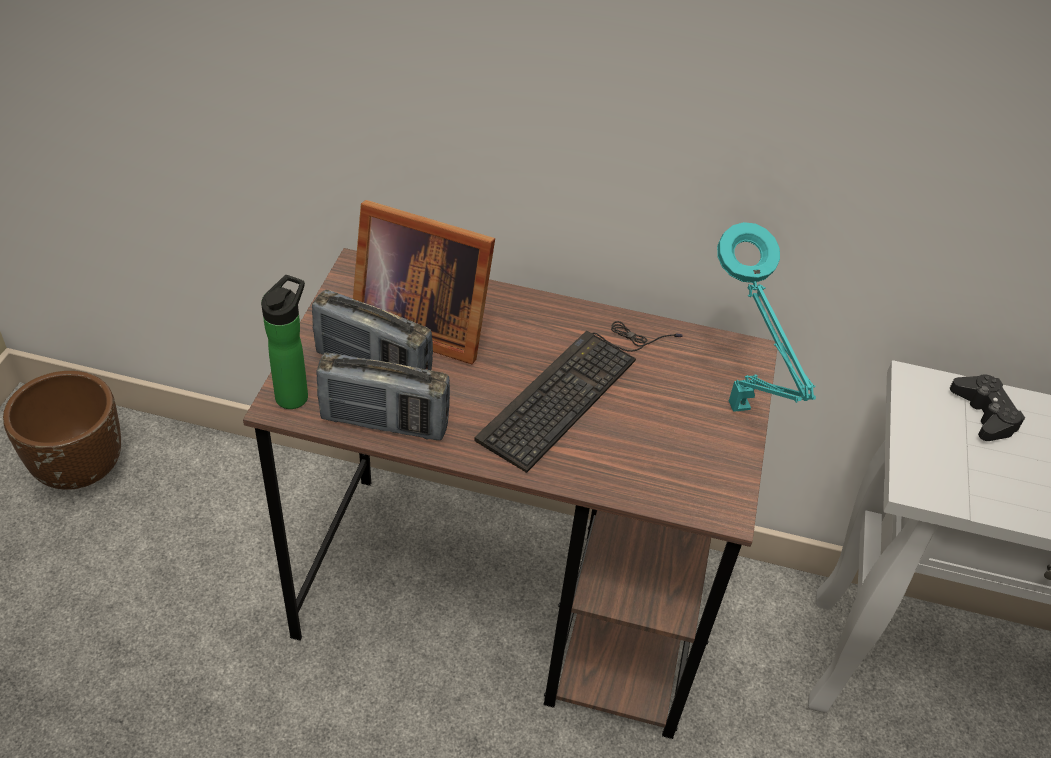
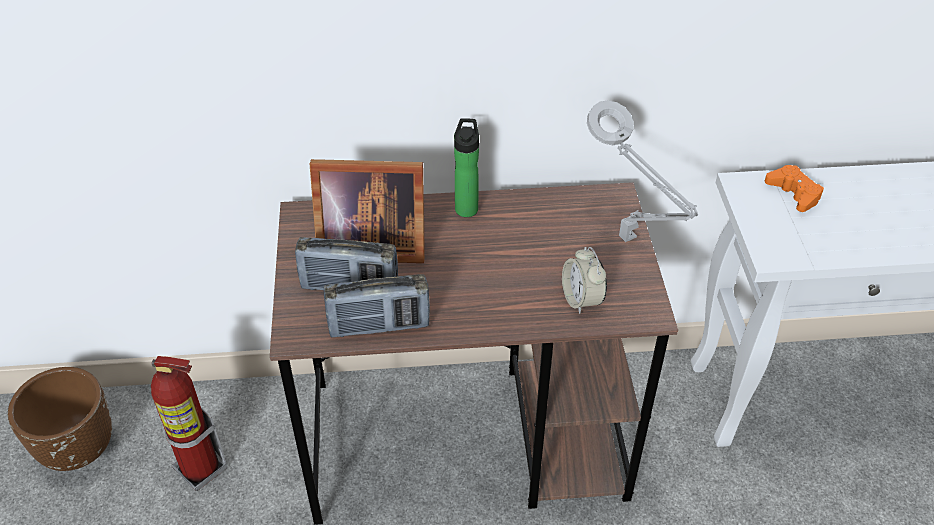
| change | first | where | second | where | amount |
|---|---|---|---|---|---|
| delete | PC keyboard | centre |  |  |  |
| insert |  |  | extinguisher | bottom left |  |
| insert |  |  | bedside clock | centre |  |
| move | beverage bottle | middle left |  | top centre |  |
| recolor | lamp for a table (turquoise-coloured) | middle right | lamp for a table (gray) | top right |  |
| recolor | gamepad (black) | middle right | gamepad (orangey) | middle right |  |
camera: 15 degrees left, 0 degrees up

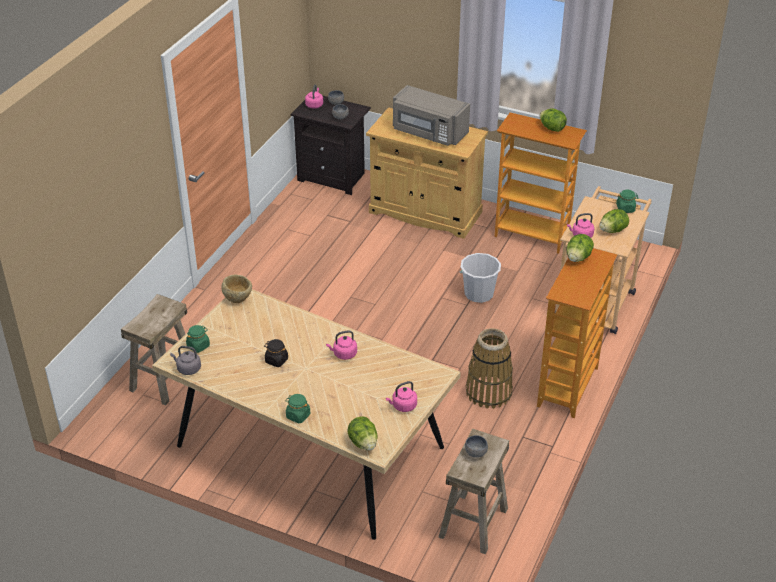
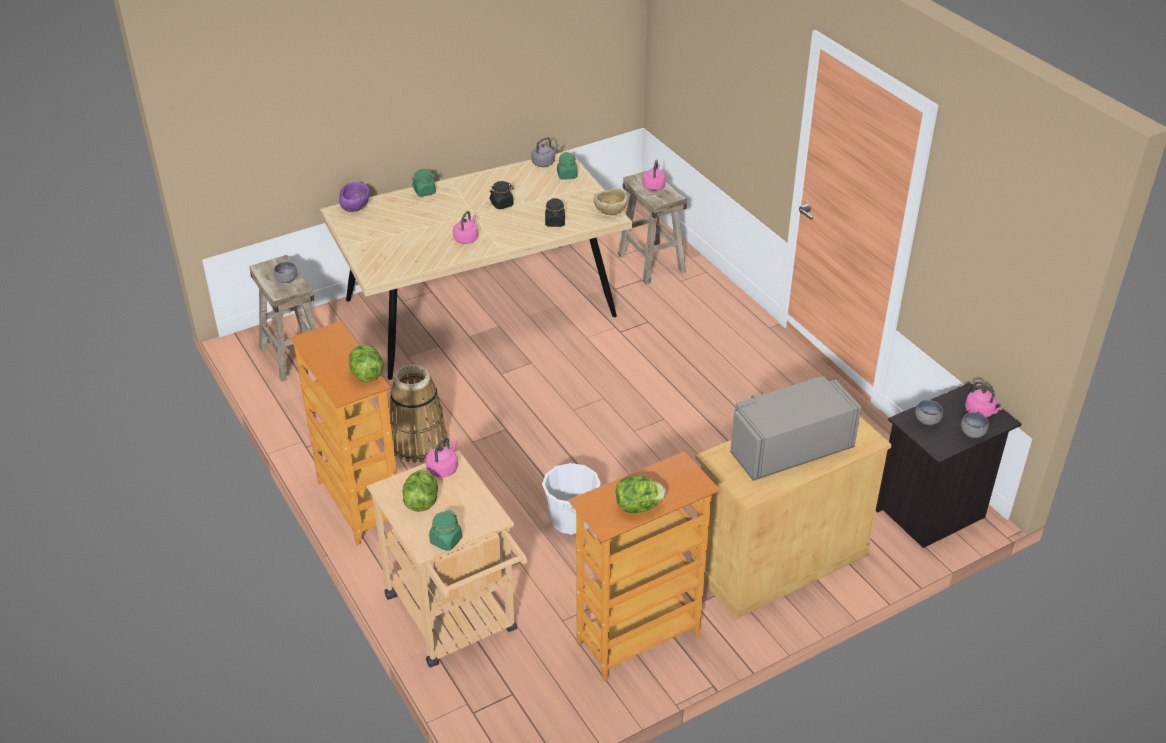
| change | first | where | second | where | amount |
|---|---|---|---|---|---|
| insert |  |  | jar (black) (2nd from left) | top centre |  |
| move | tea kettle (pink) (3rd from left) | bottom centre |  | top centre |  |
| replace | head of lettuce (1st from left) | bottom centre | deep dish (purple) | top left |  |
camera: 125 degrees right, 0 degrees up

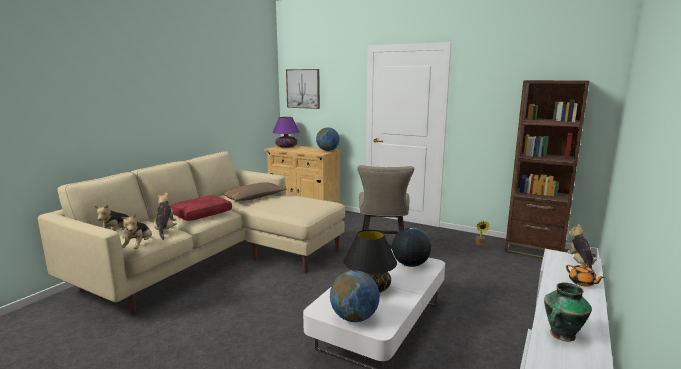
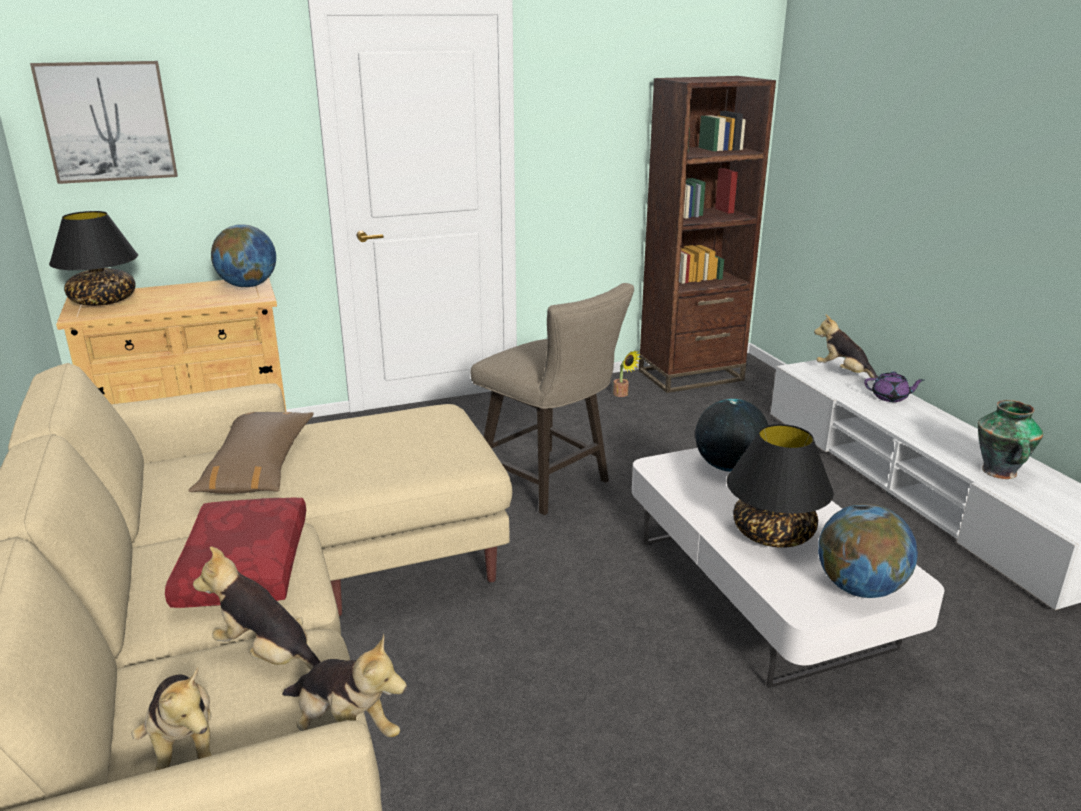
| change | first | where | second | where | amount |
|---|---|---|---|---|---|
| recolor | lamp for a table (purple) | centre | lamp for a table (black) (1st from left) | top left |  |
| recolor | tea pot (orangey) | bottom right | tea pot (purple) | middle right |  |
camera: 50 degrees left, 10 degrees up

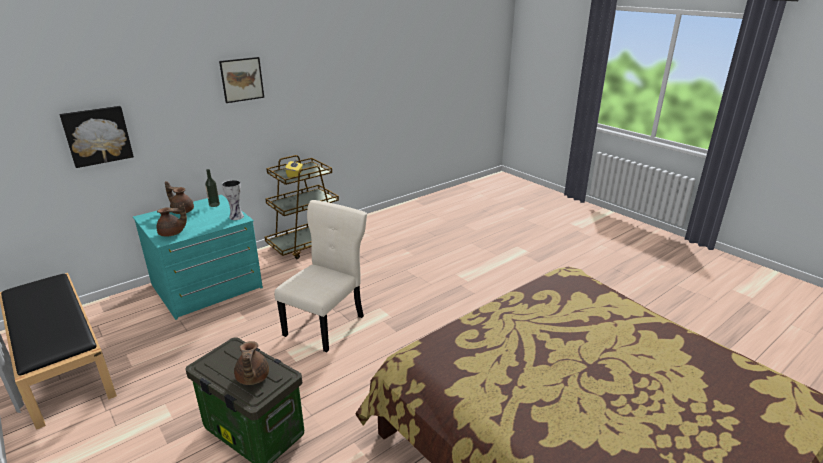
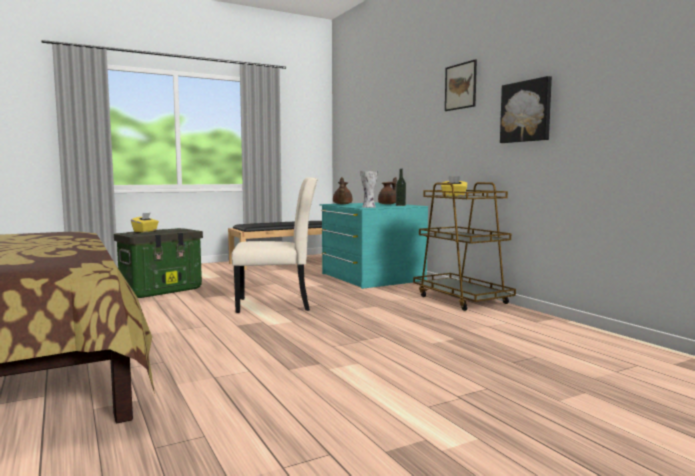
| change | first | where | second | where | amount |
|---|---|---|---|---|---|
| move | wall picture (1st from left in the first image) | top left | wall picture (2nd from left) | top right |  |
| replace | tea pot (brown-coloured) (3rd from left) | bottom left | box of tissues (yellowish) (1st from left) | middle left |  |
| rotate | chair (sand-coloured) | centre |  | centre | 45 degrees counterclockwise |
camera: 100 degrees right, 20 degrees down

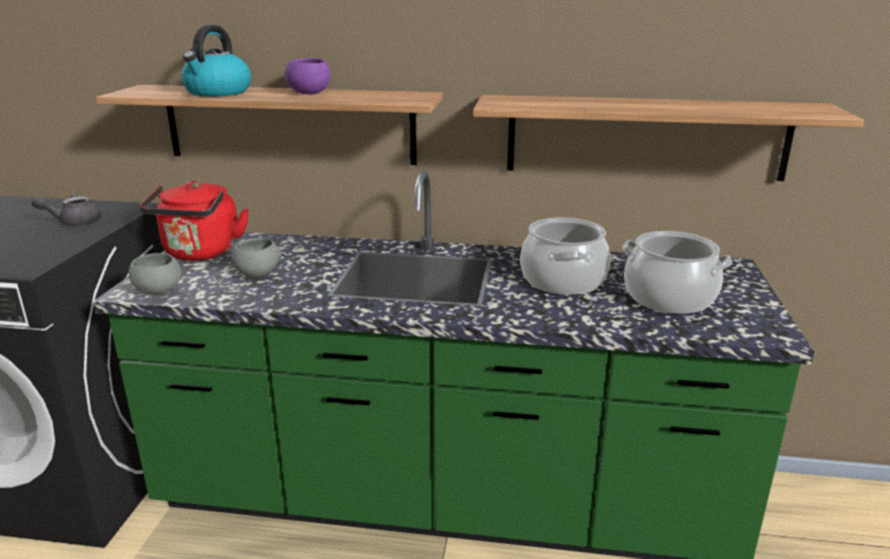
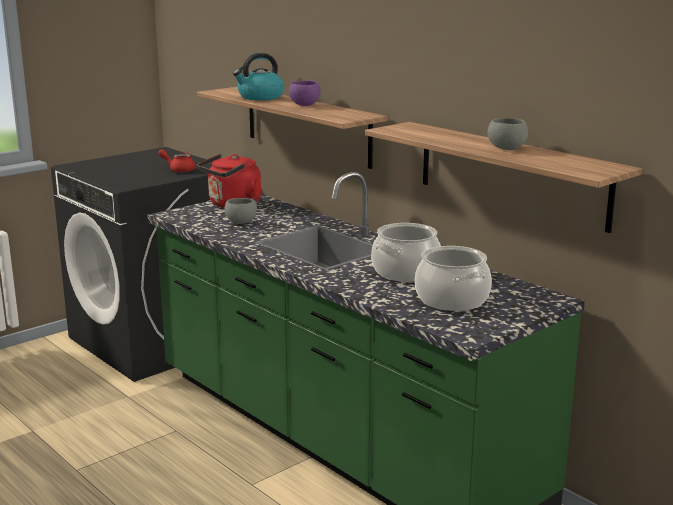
| change | first | where | second | where | amount |
|---|---|---|---|---|---|
| move | deep dish (gray) (1st from left in the first image) | middle left | deep dish (gray) (2nd from left) | top right |  |
| recolor | tea pot (gray) | middle left | tea pot (reddish) | top left |  |
camera: 40 degrees right, 5 degrees down

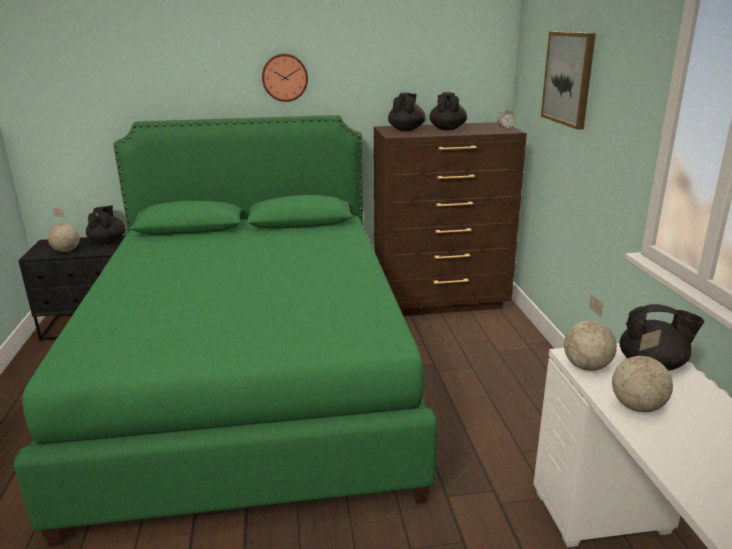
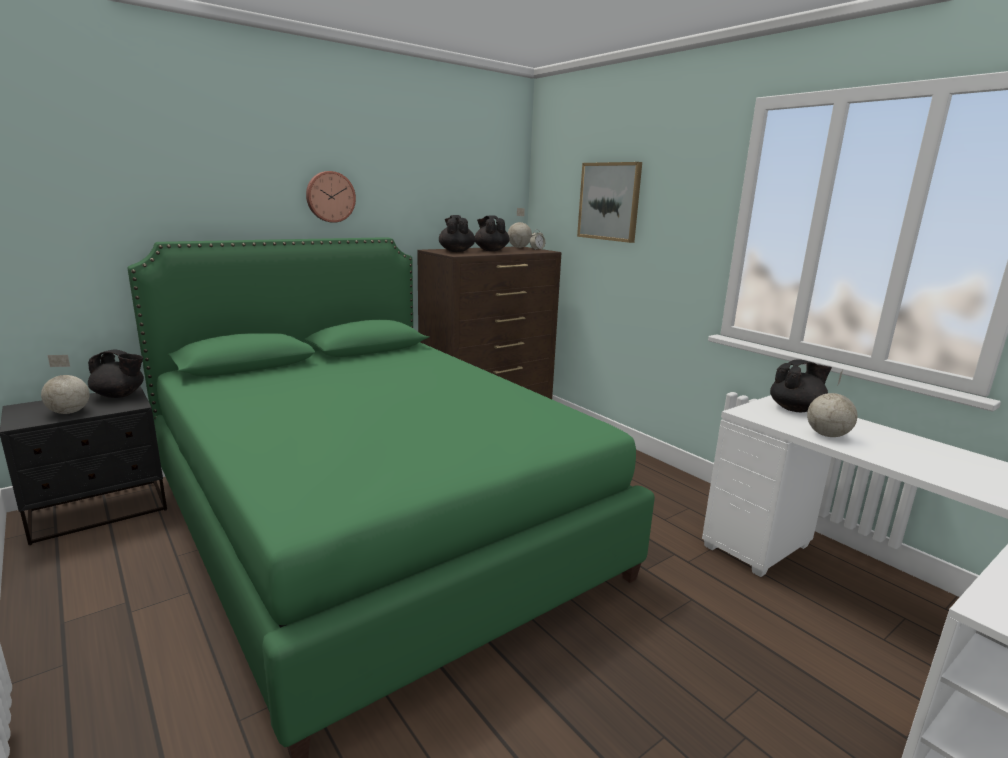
| change | first | where | second | where | amount |
|---|---|---|---|---|---|
| move | desk globe (2nd from left) | middle right |  | top centre |  |
| rotate | tea pot (black) (1st from left) | middle left |  | middle left | 135 degrees clockwise |
camera: 30 degrees left, 5 degrees down

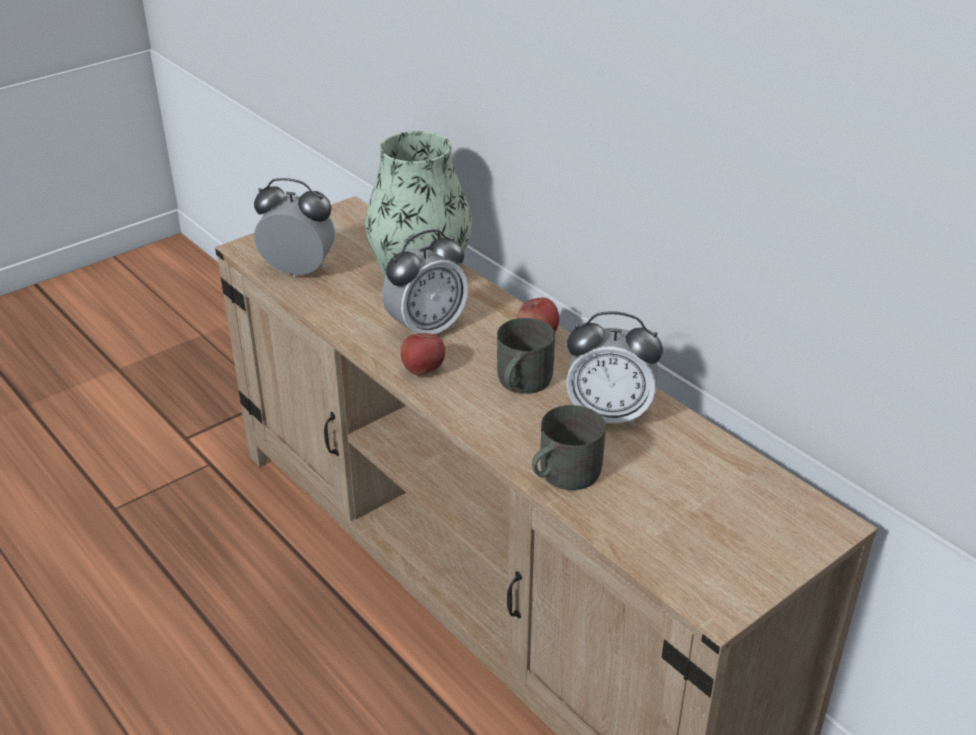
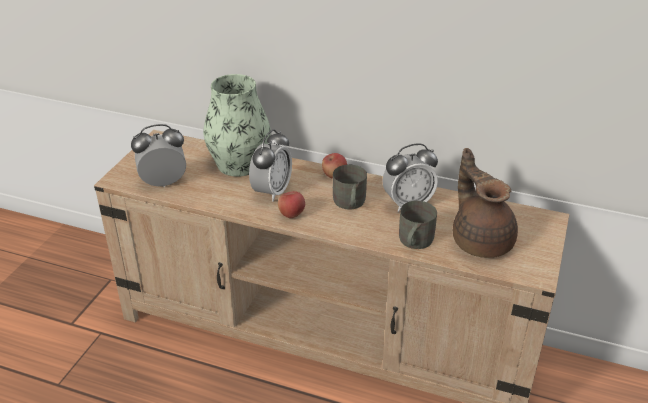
| change | first | where | second | where | amount |
|---|---|---|---|---|---|
| insert |  |  | tea pot (brown-coloured) | middle right |  |
camera: 30 degrees left, 0 degrees up

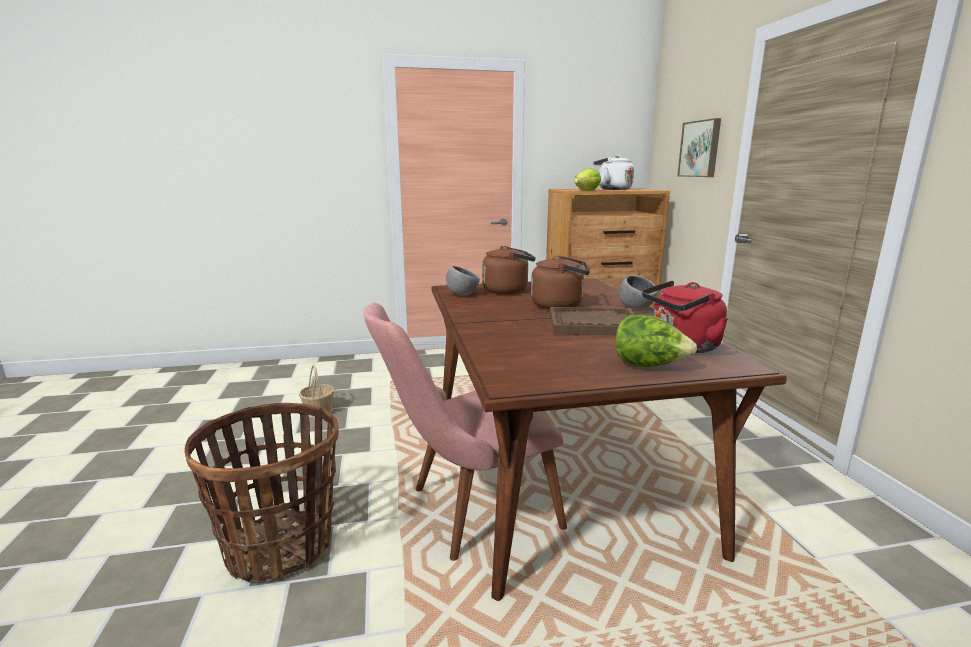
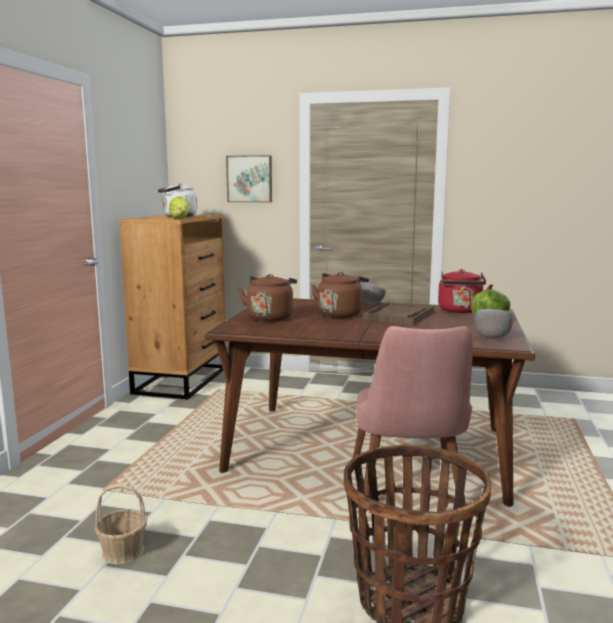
| change | first | where | second | where | amount |
|---|---|---|---|---|---|
| move | deep dish (gray) (1st from left in the first image) | centre | deep dish (gray) (2nd from left) | middle right |  |
camera: 65 degrees left, 5 degrees down

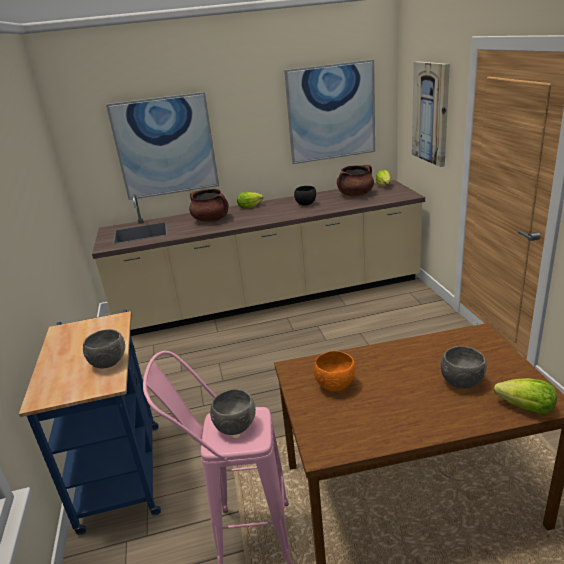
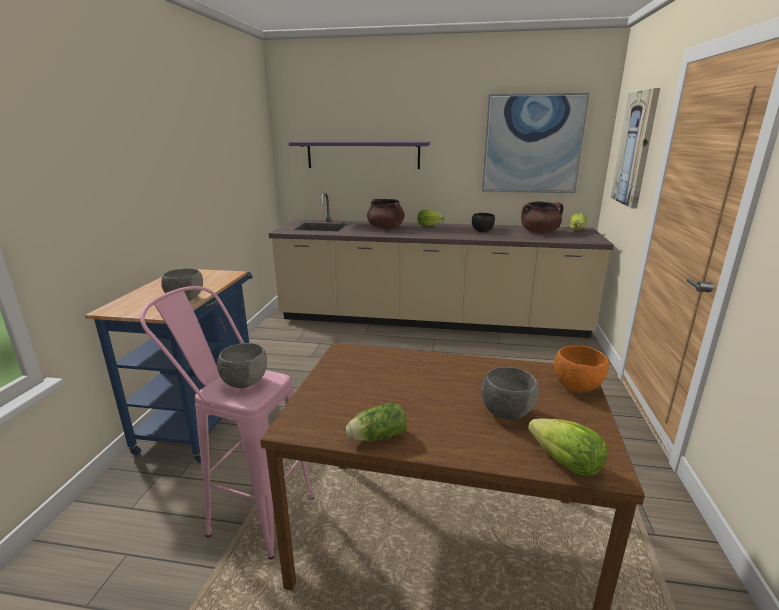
| change | first | where | second | where | amount |
|---|---|---|---|---|---|
| insert |  |  | head of lettuce (1st from left) | bottom centre |  |
| move | deep dish (orangey) | centre |  | middle right |  |
| replace | wall picture (1st from left) | top left | shelf (purple) | top centre |  |
camera: 20 degrees right, 5 degrees down

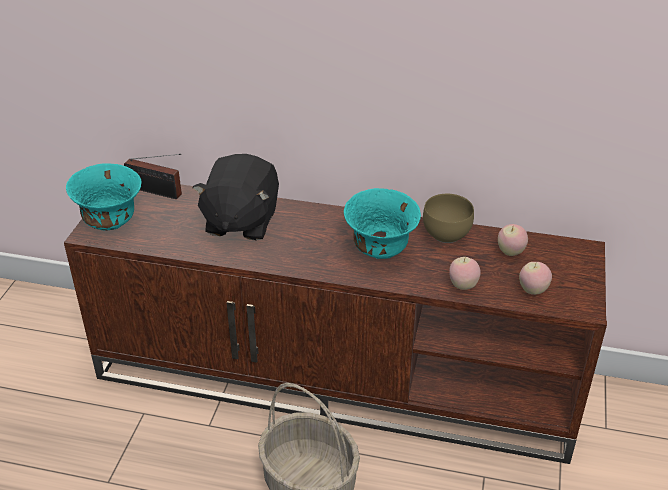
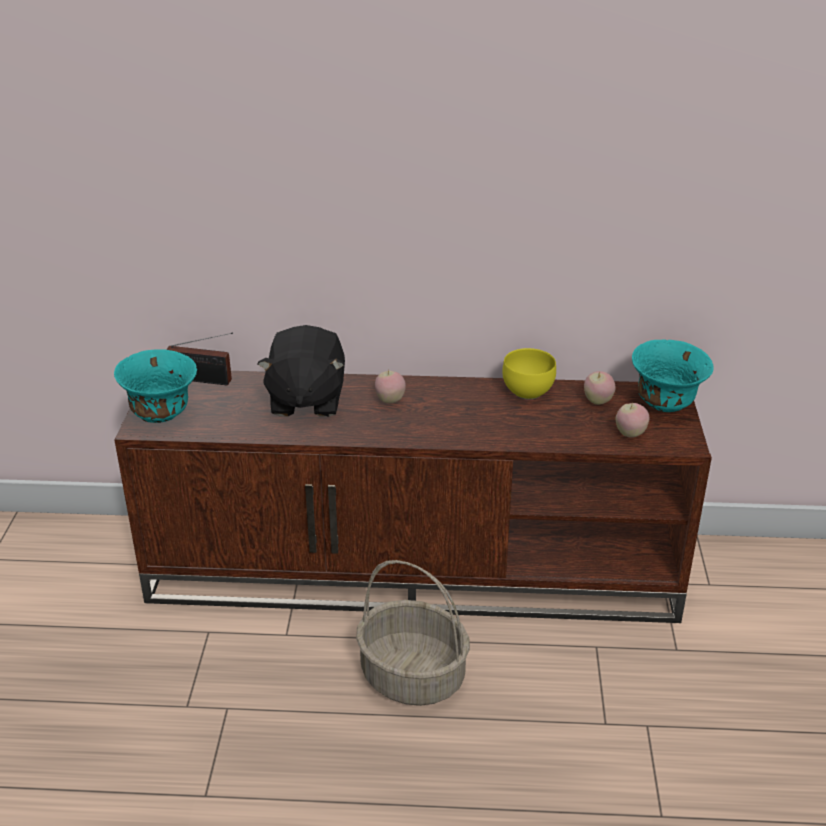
| change | first | where | second | where | amount |
|---|---|---|---|---|---|
| move | deep dish (turquoise-coloured) (2nd from left) | centre |  | middle right |  |
| move | apple fruit (1st from left) | middle right |  | centre |  |
| recolor | deep dish (brown-coloured) | middle right | deep dish (yellowish) | centre |  |
camera: 10 degrees left, 5 degrees down

